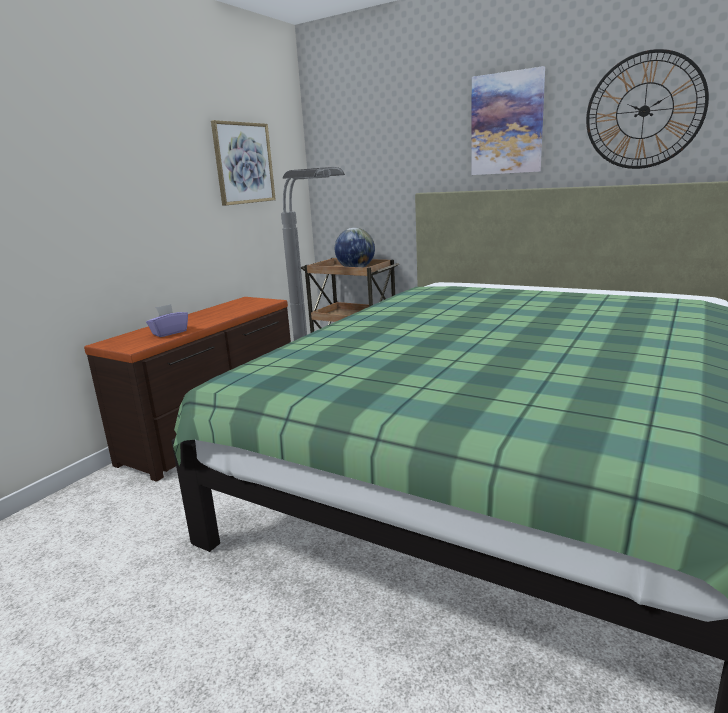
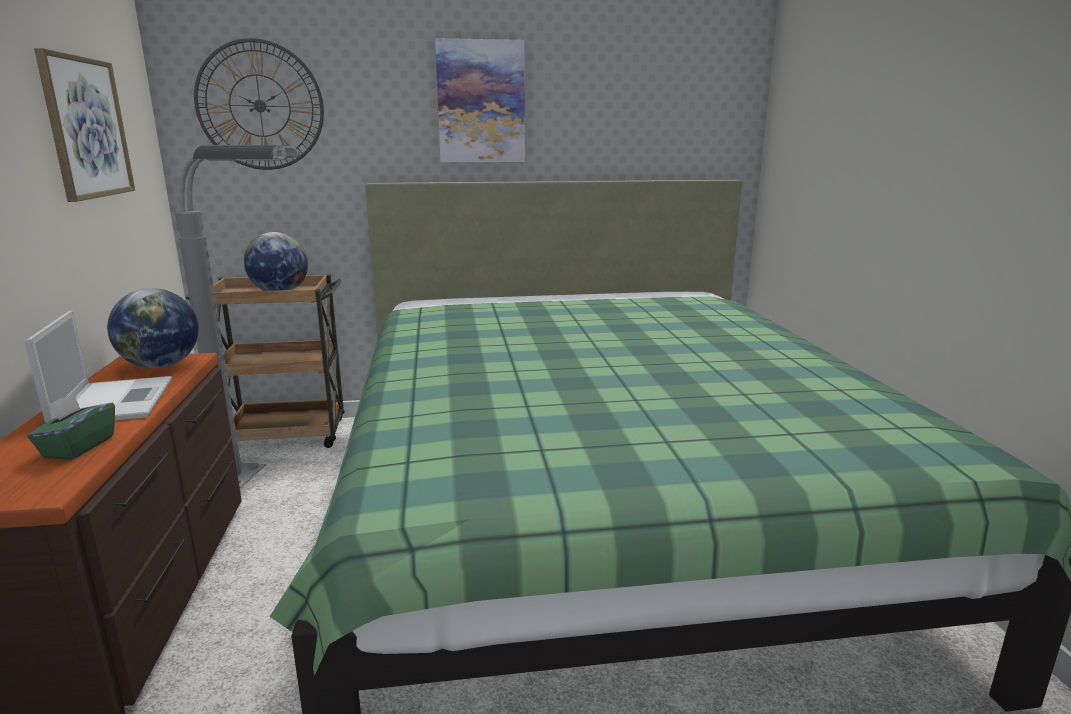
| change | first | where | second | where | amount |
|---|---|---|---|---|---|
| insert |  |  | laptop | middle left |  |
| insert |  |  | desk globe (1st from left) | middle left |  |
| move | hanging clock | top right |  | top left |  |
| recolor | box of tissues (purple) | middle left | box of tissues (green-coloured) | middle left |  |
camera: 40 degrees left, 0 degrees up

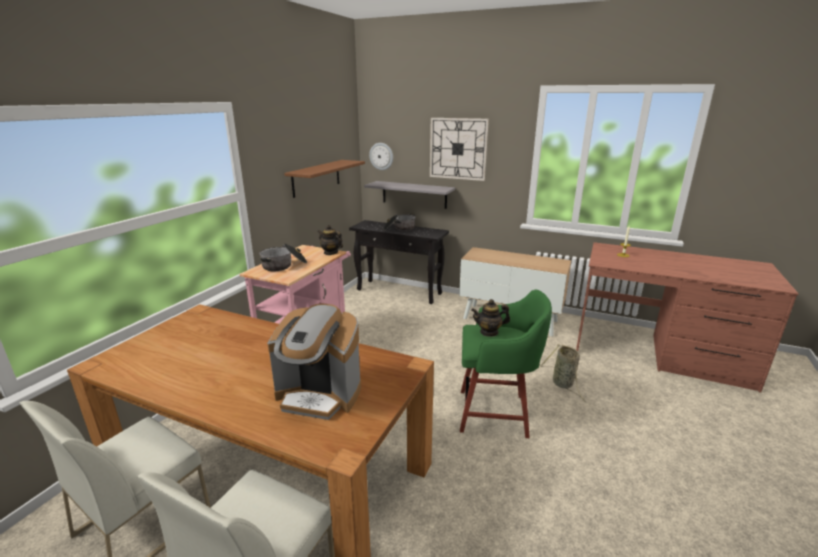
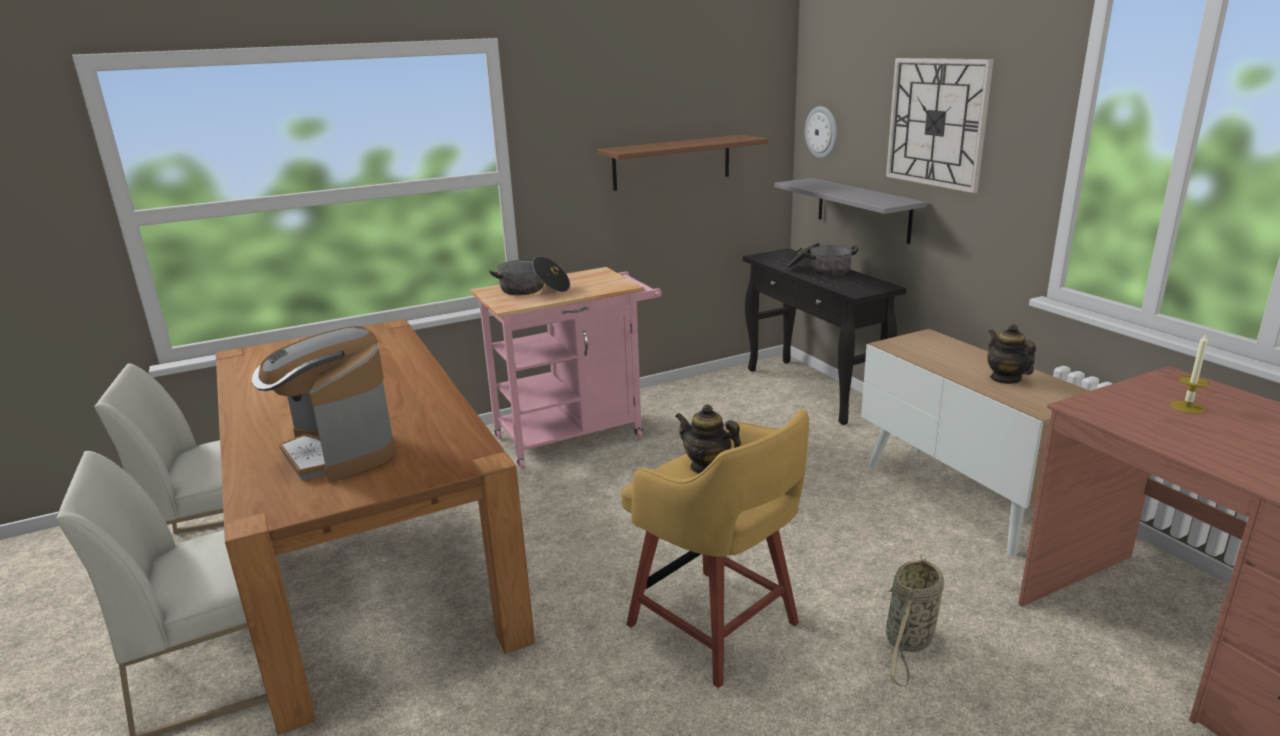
| change | first | where | second | where | amount |
|---|---|---|---|---|---|
| move | tea pot (1st from left in the first image) | centre | tea pot (2nd from left) | middle right |  |
| recolor | stool seat (green-coloured) | centre | stool seat (yellowish) | bottom centre |  |
camera: 40 degrees right, 0 degrees up

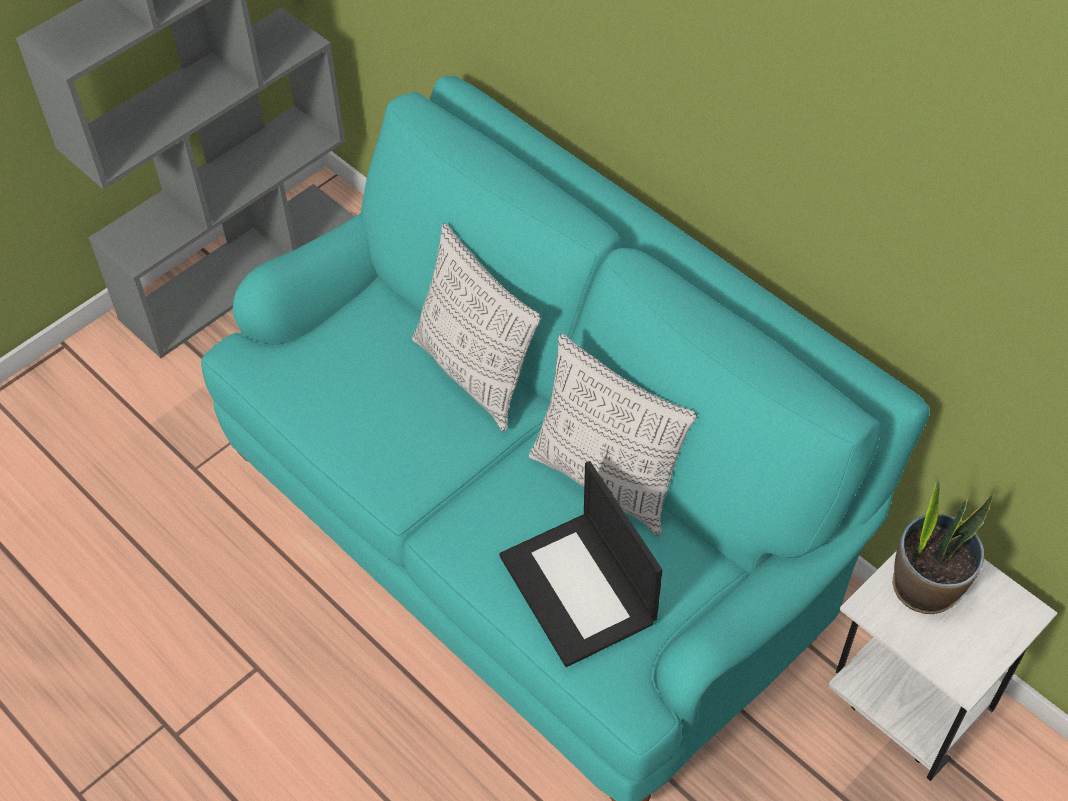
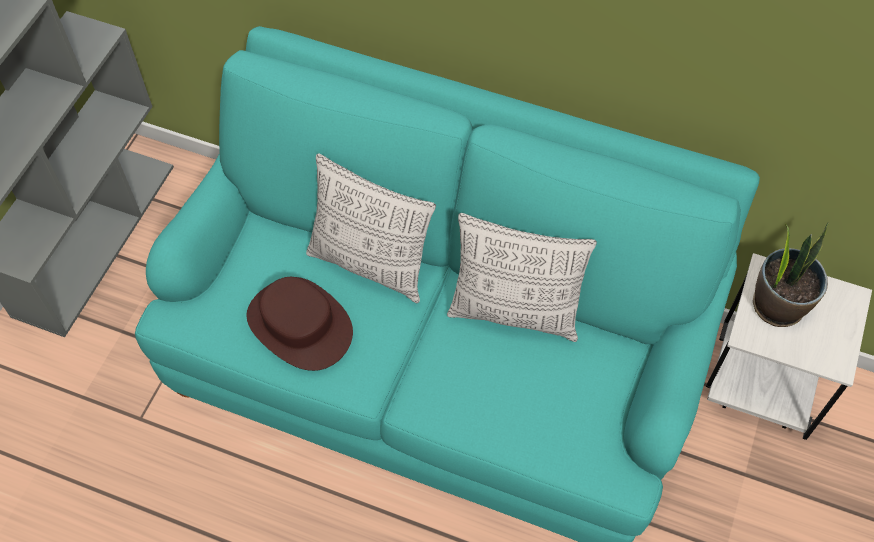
| change | first | where | second | where | amount |
|---|---|---|---|---|---|
| delete | laptop | bottom centre |  |  |  |
| insert |  |  | clothing hat (brown-coloured) | centre |  |
camera: 25 degrees left, 5 degrees up

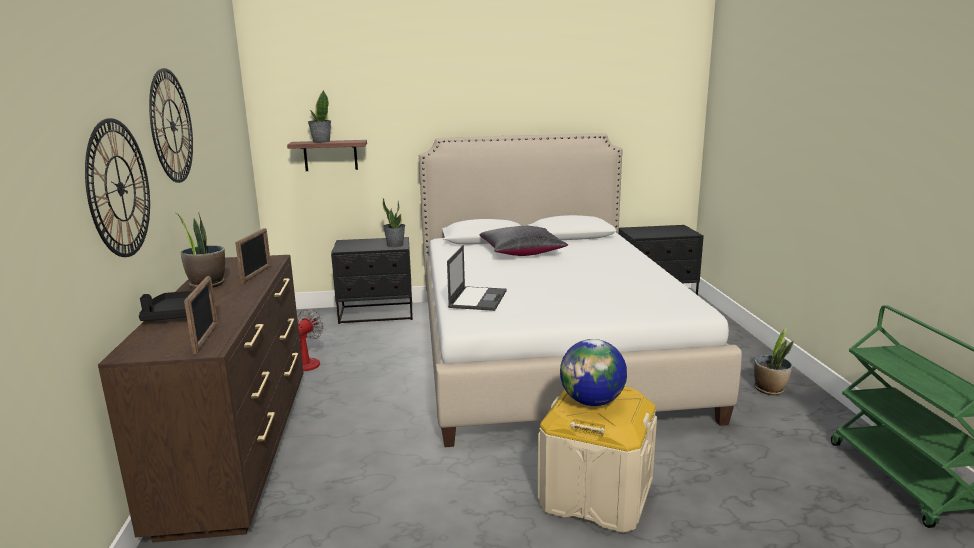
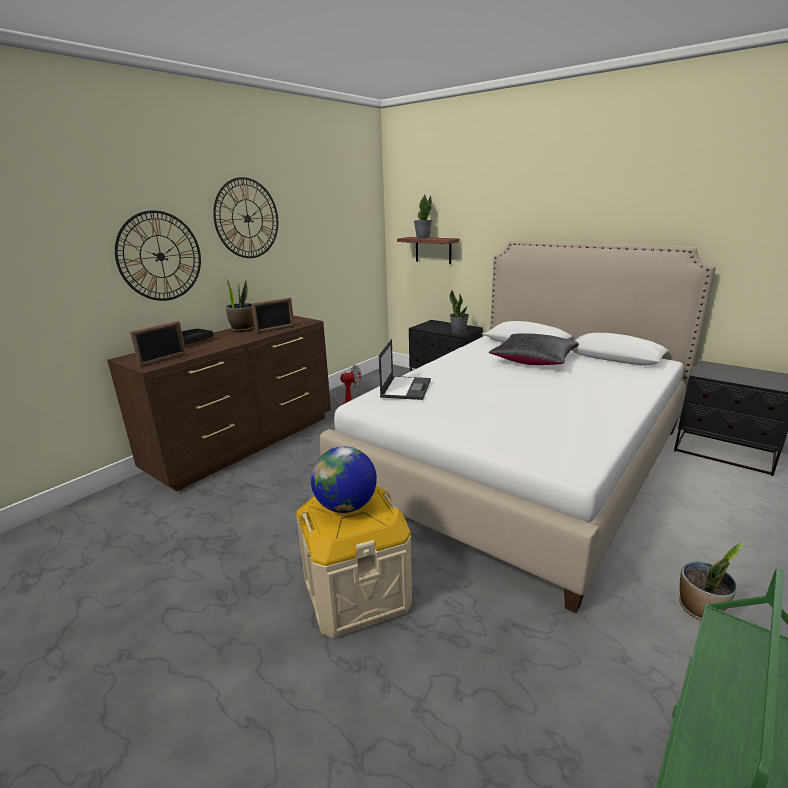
| change | first | where | second | where | amount |
|---|---|---|---|---|---|
| rotate | laptop | centre |  | centre | 45 degrees counterclockwise |
camera: 45 degrees right, 5 degrees up

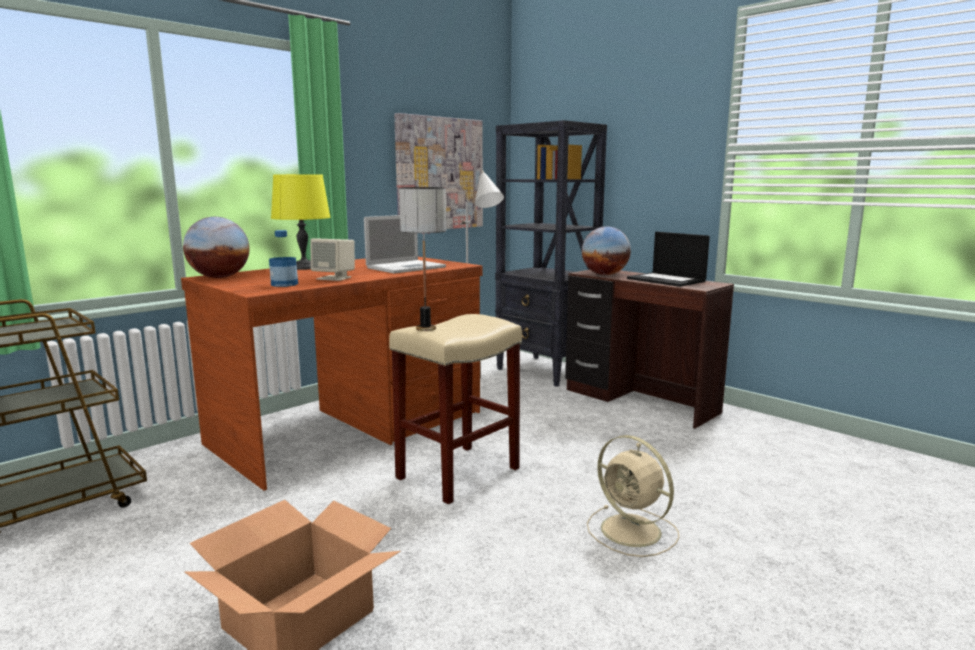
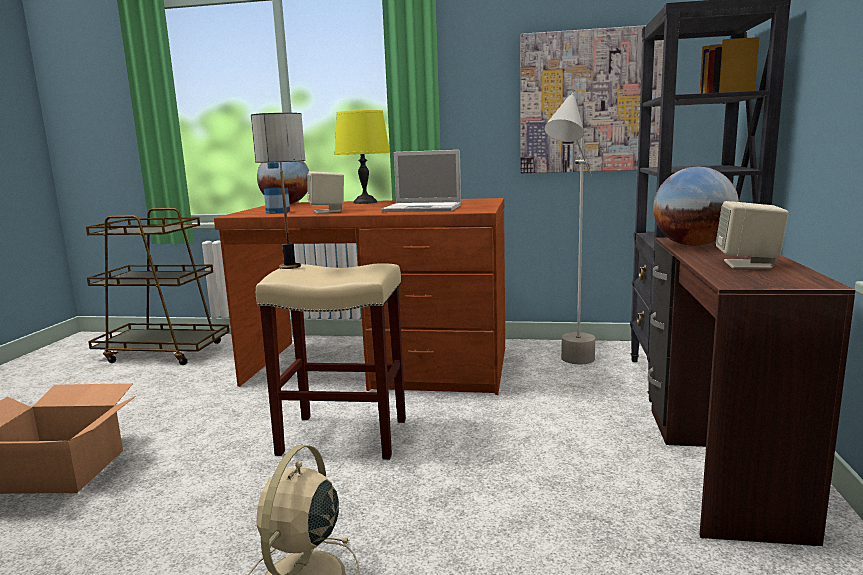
| change | first | where | second | where | amount |
|---|---|---|---|---|---|
| replace | laptop (2nd from left) | middle right | audio speaker (sand-coloured) (2nd from left) | middle right |  |
camera: 55 degrees right, 0 degrees up

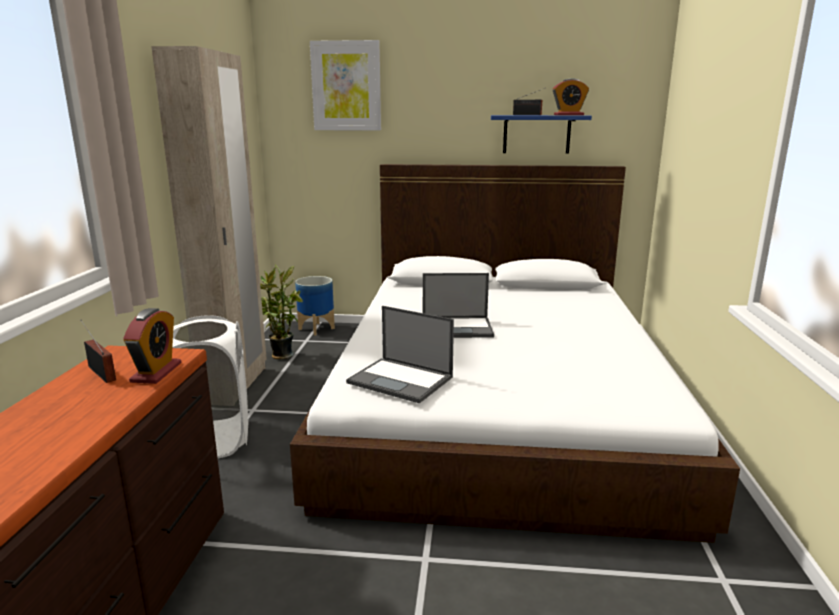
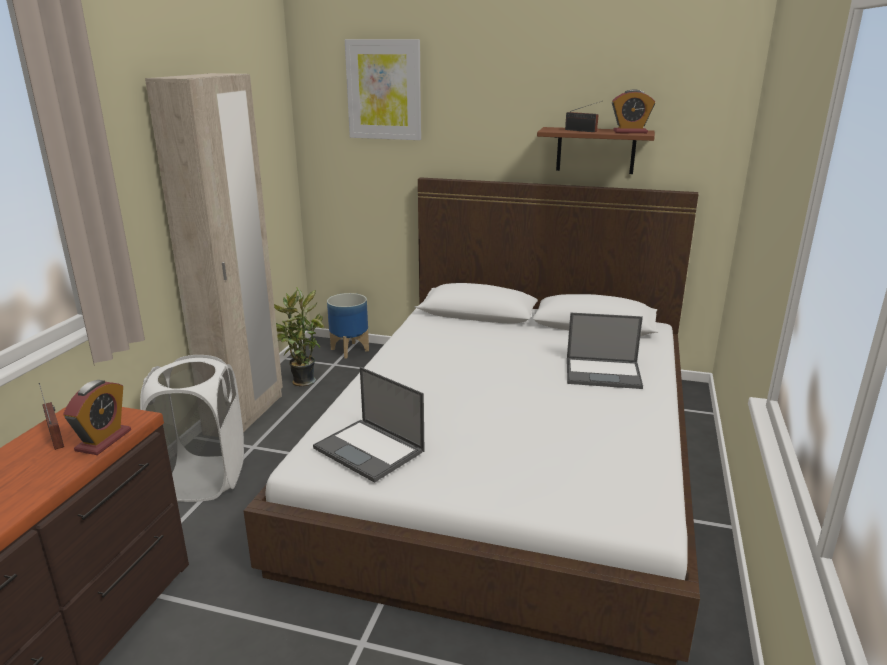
| change | first | where | second | where | amount |
|---|---|---|---|---|---|
| move | laptop (2nd from left) | centre |  | middle right |  |
| recolor | shelf (blue) | top centre | shelf (brown-coloured) | top right |  |
camera: 10 degrees right, 5 degrees up

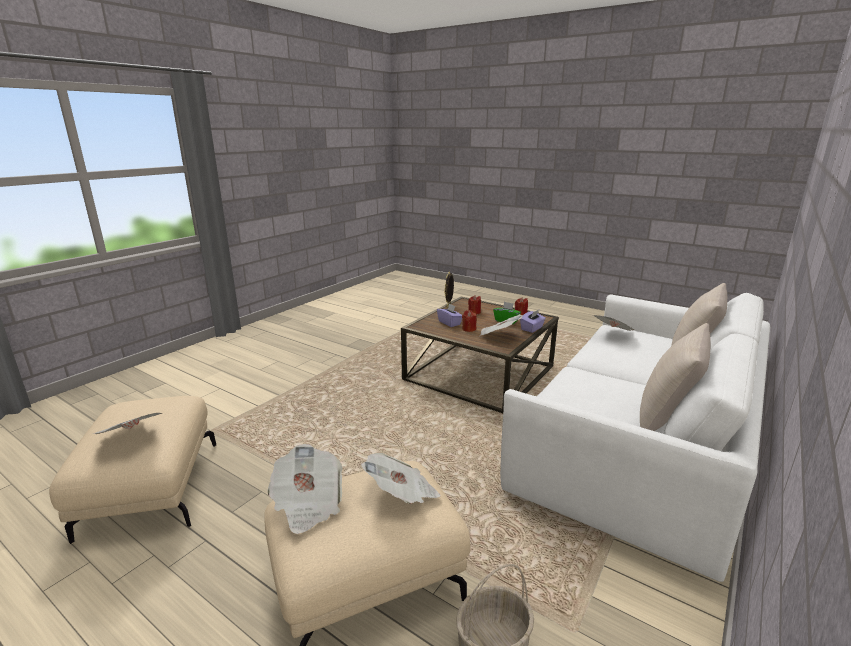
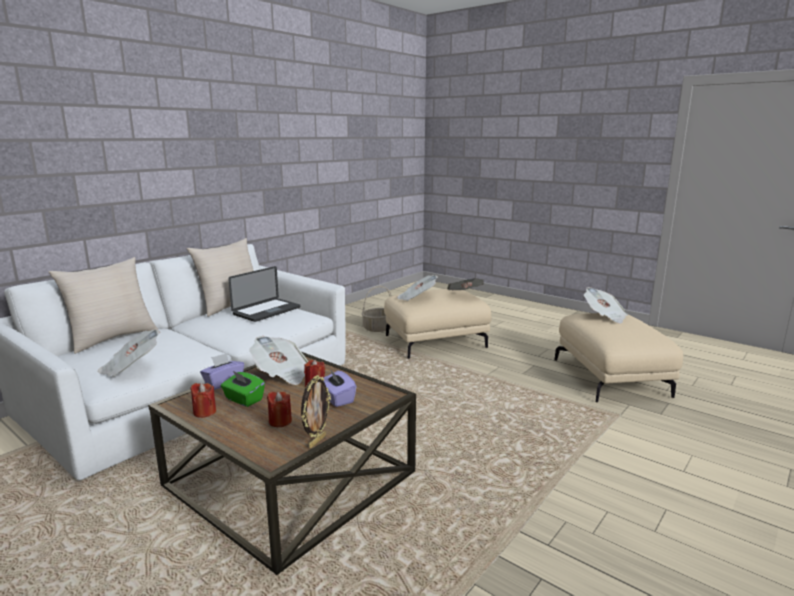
| change | first | where | second | where | amount |
|---|---|---|---|---|---|
| insert |  |  | laptop | middle left |  |
camera: 175 degrees left, 5 degrees down

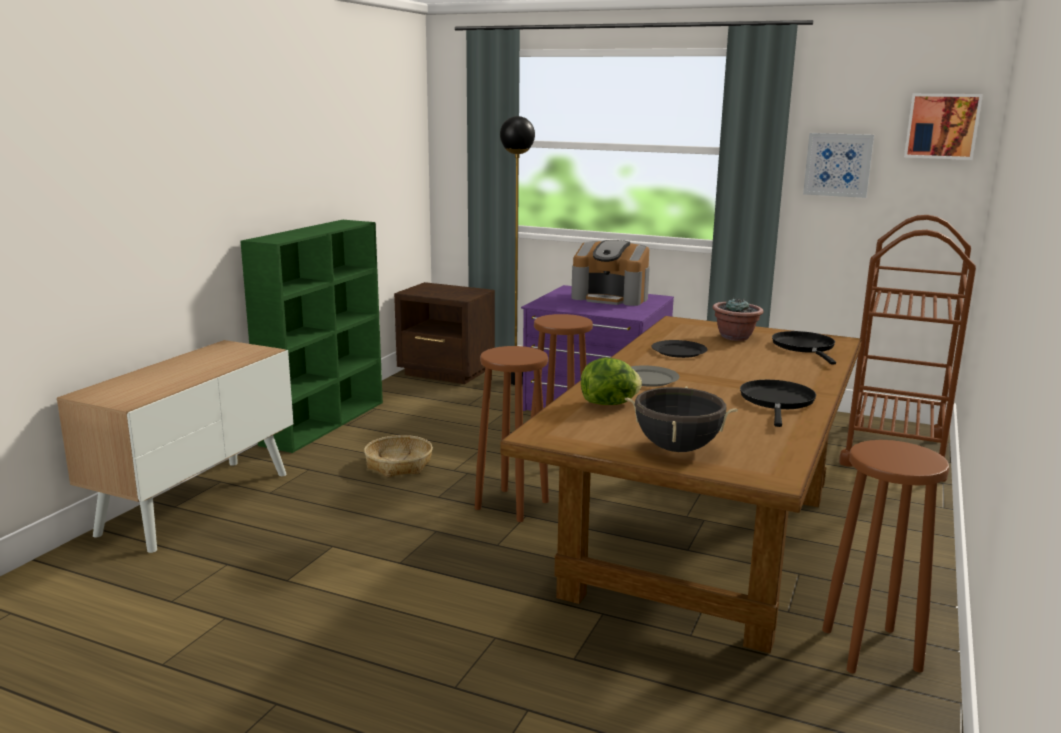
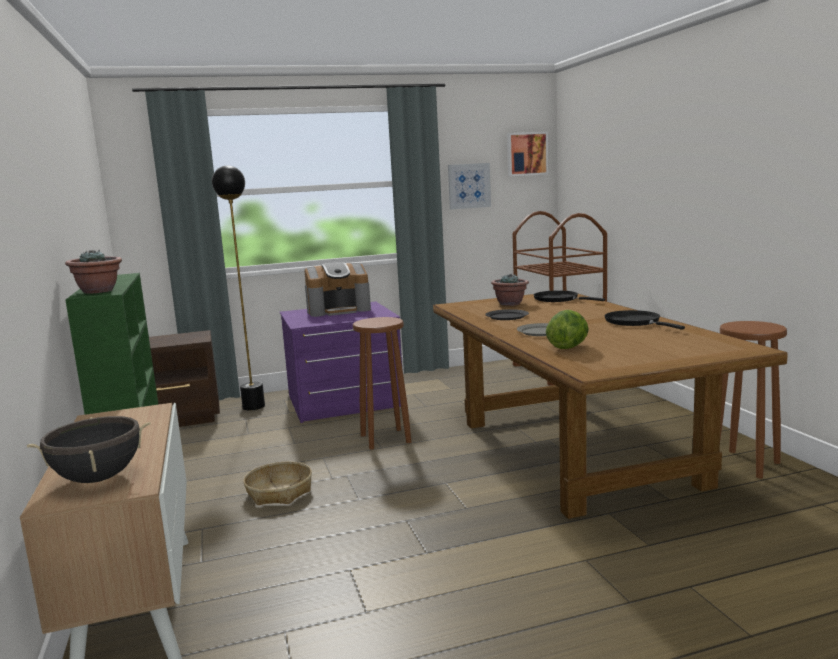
| change | first | where | second | where | amount |
|---|---|---|---|---|---|
| delete | stool seat (brown-coloured) (1st from left) | centre |  |  |  |
| insert |  |  | potted plant (1st from left) | middle left |  |
| move | stockpot (black) | centre |  | bottom left |  |
camera: 40 degrees left, 5 degrees down

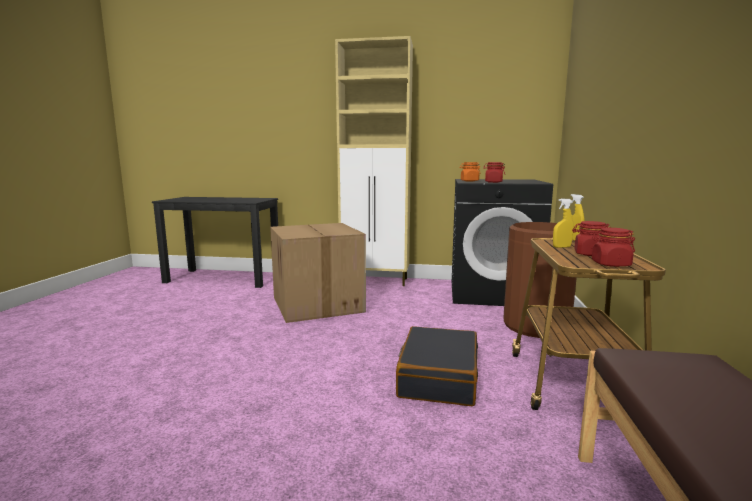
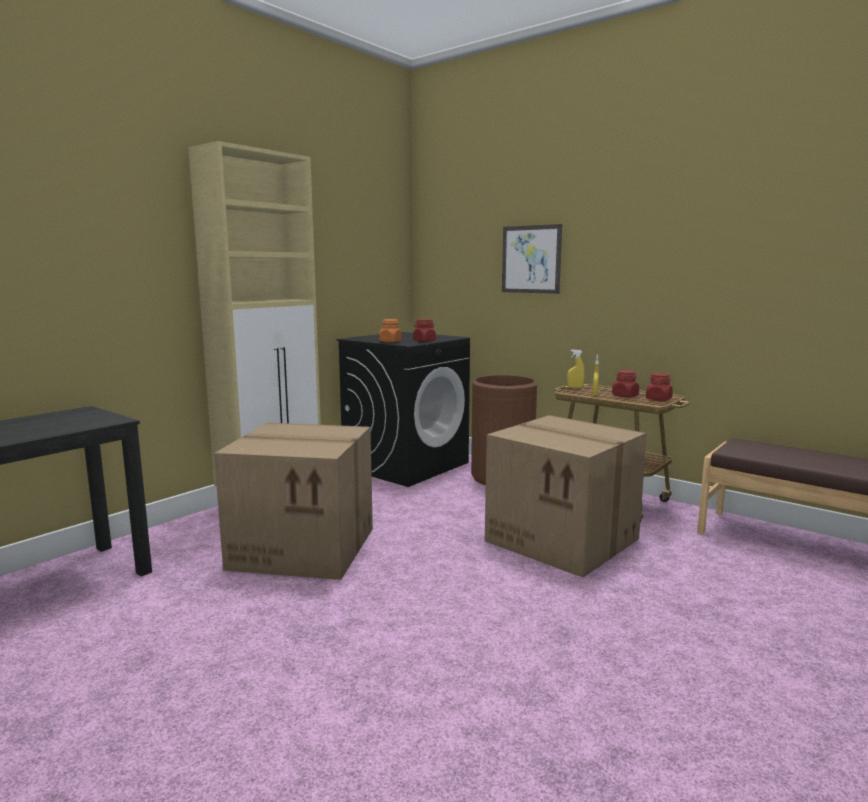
| change | first | where | second | where | amount |
|---|---|---|---|---|---|
| insert |  |  | wall picture | top centre |  |
| replace | suitcase (black) | bottom centre | carton (2nd from left) | centre |  |
camera: 60 degrees left, 0 degrees up

